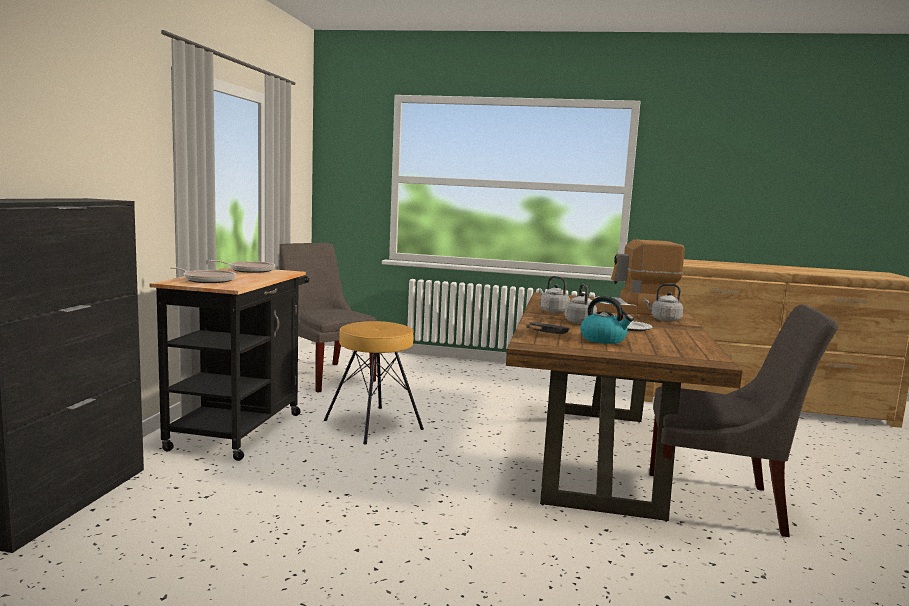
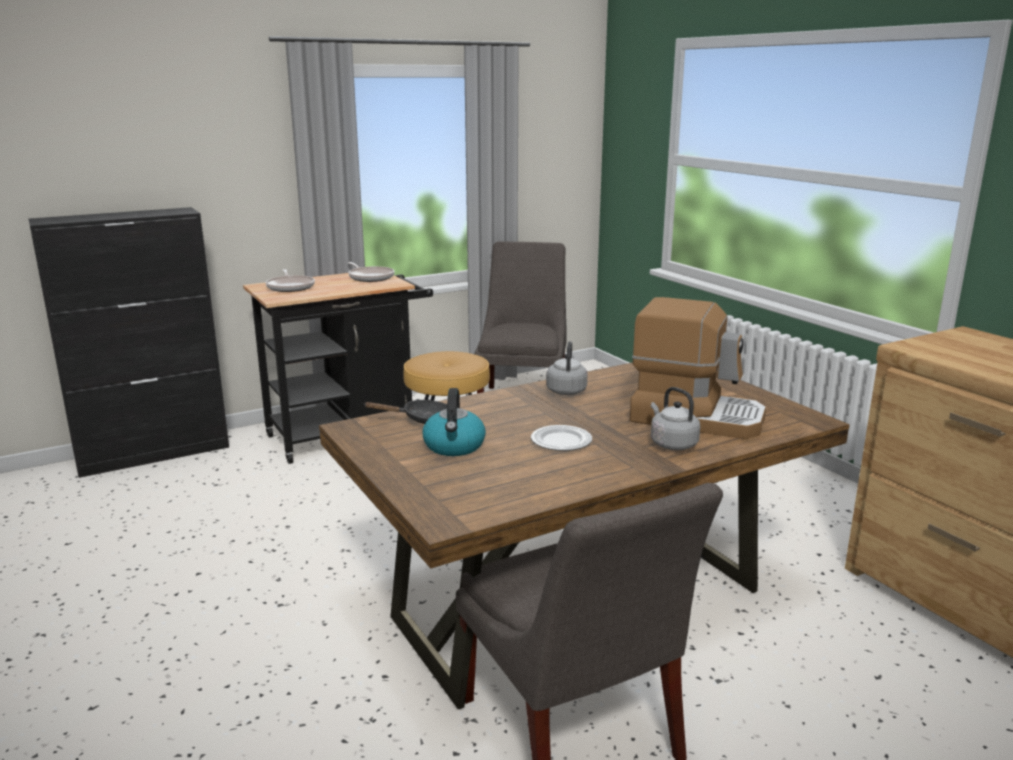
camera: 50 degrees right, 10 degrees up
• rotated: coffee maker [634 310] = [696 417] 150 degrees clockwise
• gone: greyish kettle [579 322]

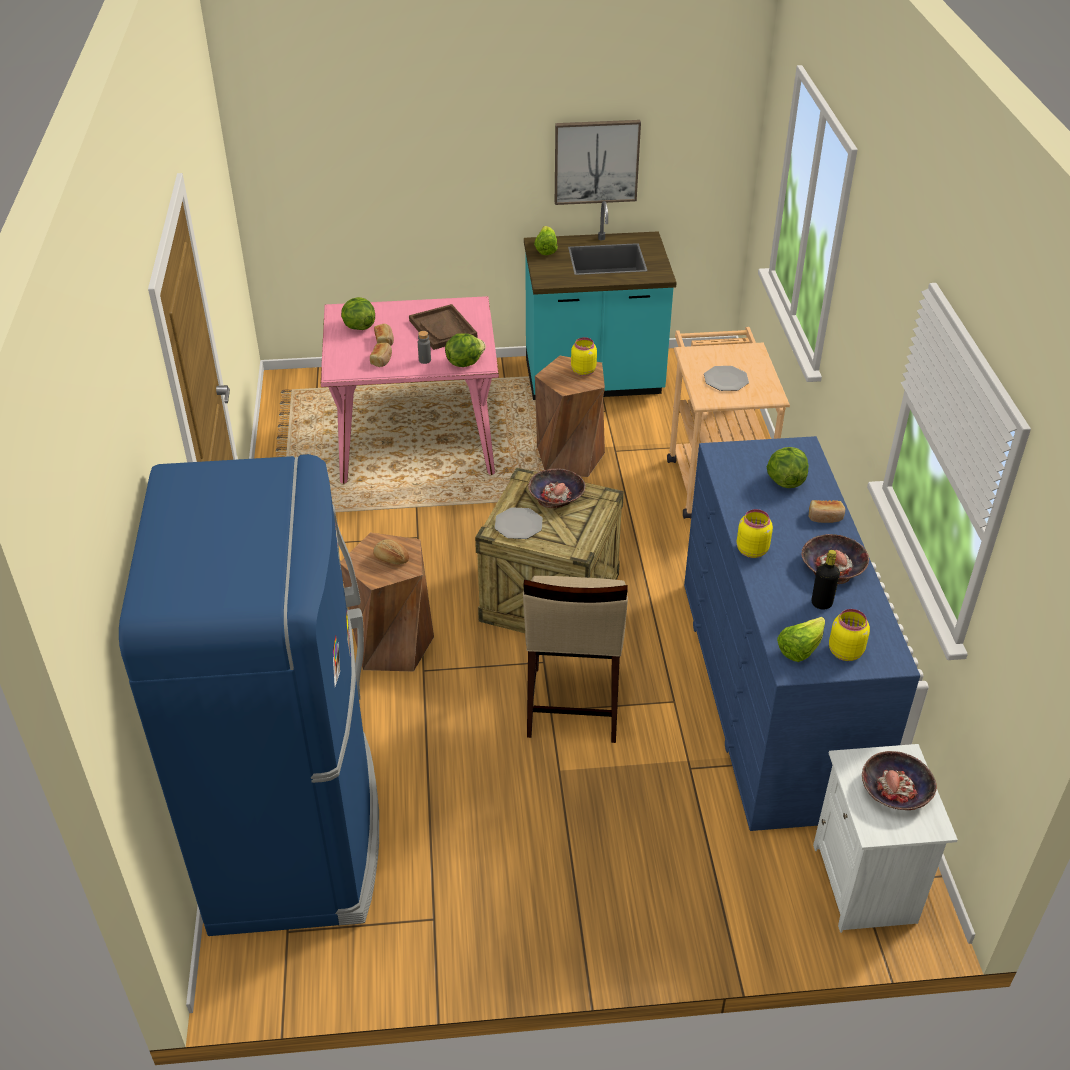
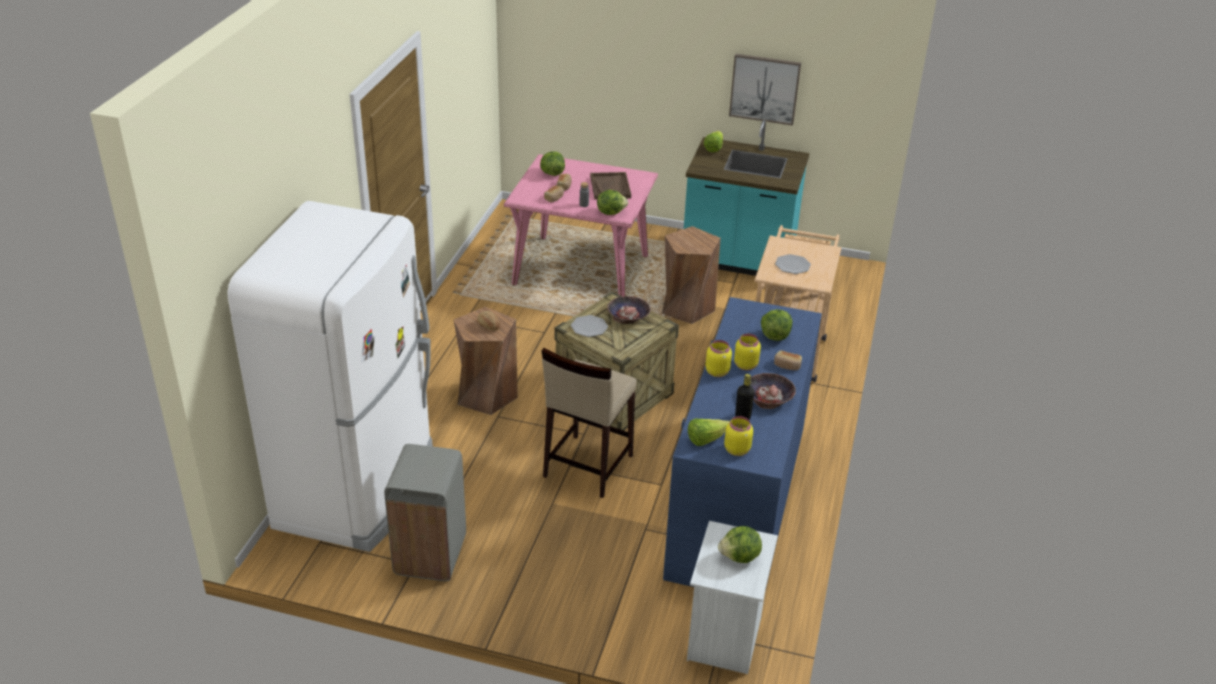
camera: 20 degrees right, 5 degrees down
• shifted: yellowish storage jar [583 370] to [746 365]
• repainted: blue kitchen fridge [297 832] to whitish kitchen fridge [358 487]
• swapped: bowl [896 790] to head of lettuce [740 557]
• new: greyish waste bin [431 555]

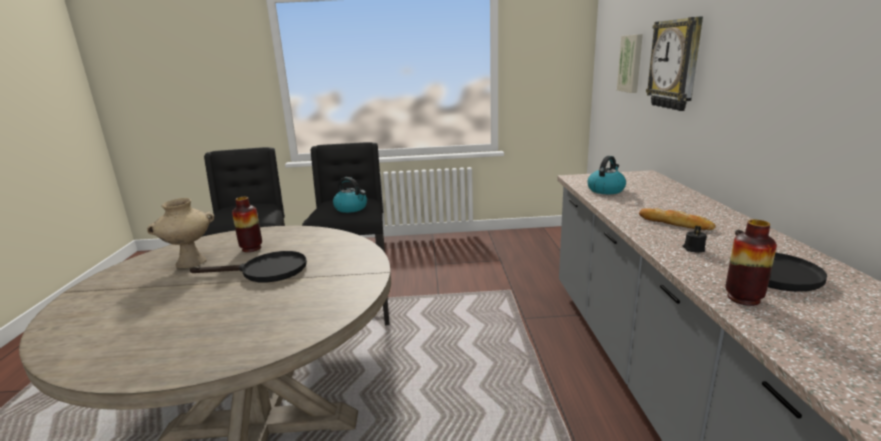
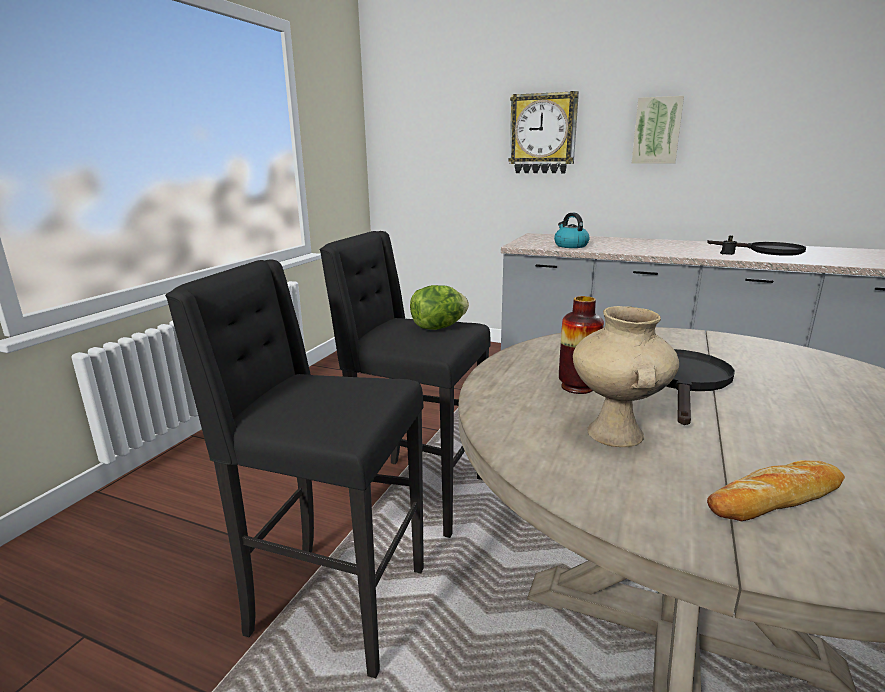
camera: 65 degrees left, 0 degrees up
• shifted: picture [631 63] to [657 130]
• swapped: kettle [351 208] to head of lettuce [438 327]
• shifted: baked bread [675 223] to [776 497]
• gone: flower vase [743 298]

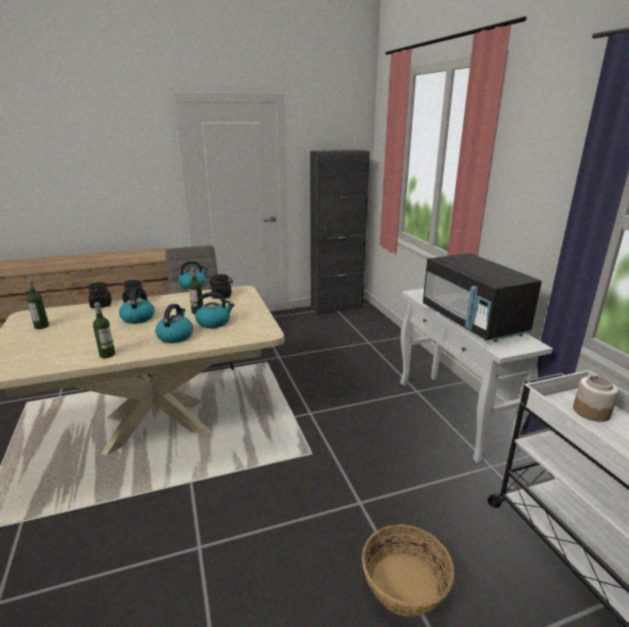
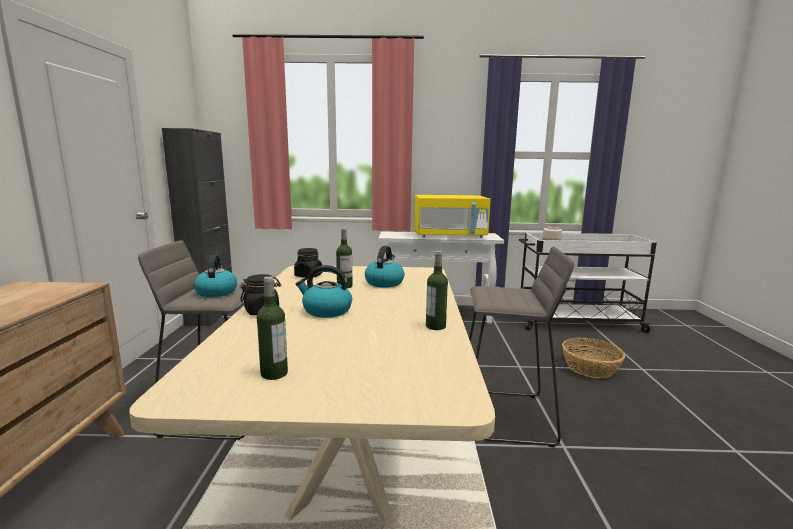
camera: 70 degrees left, 10 degrees down
• repainted: blackish microwave oven [472 321] to yellowish microwave oven [449 236]
• gone: blackish storage jar [101 305]
• gone: kettle [175 336]
• new: greyish stool [505 416]

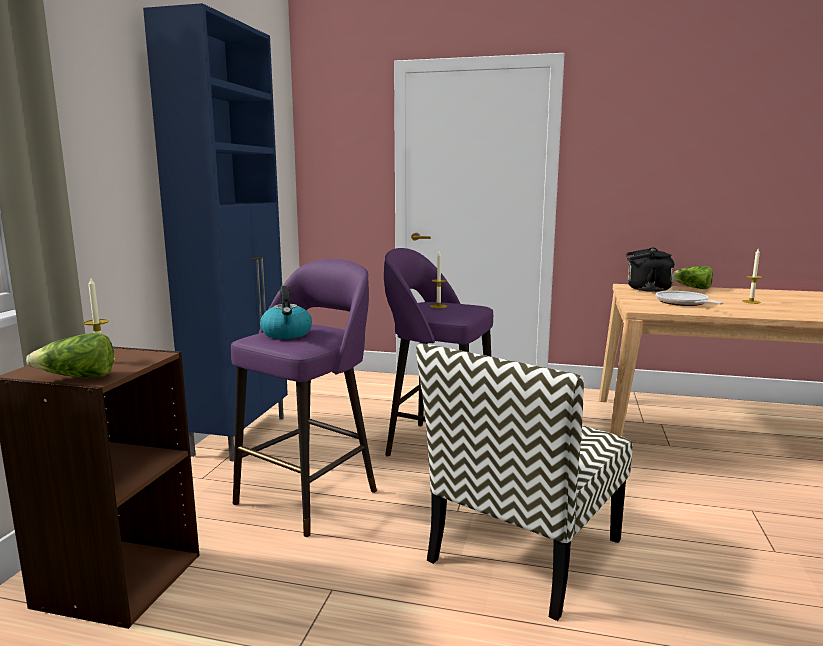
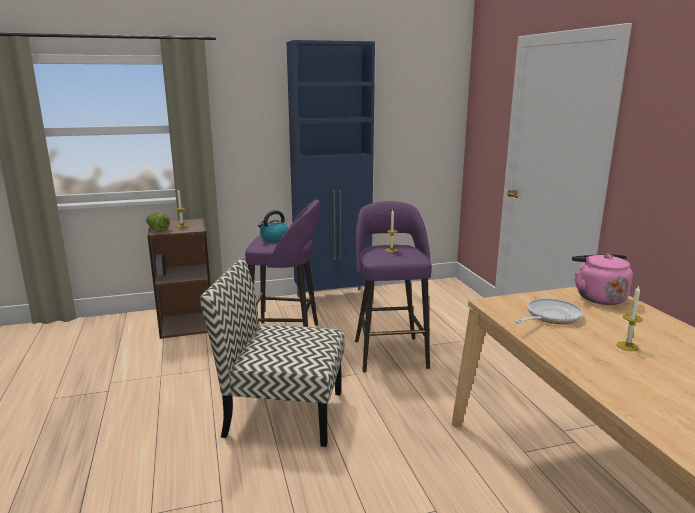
camera: 60 degrees right, 5 degrees up
• repainted: blackish kettle [645 289] to pink-coloured kettle [598 297]
• gone: head of lettuce [692 288]

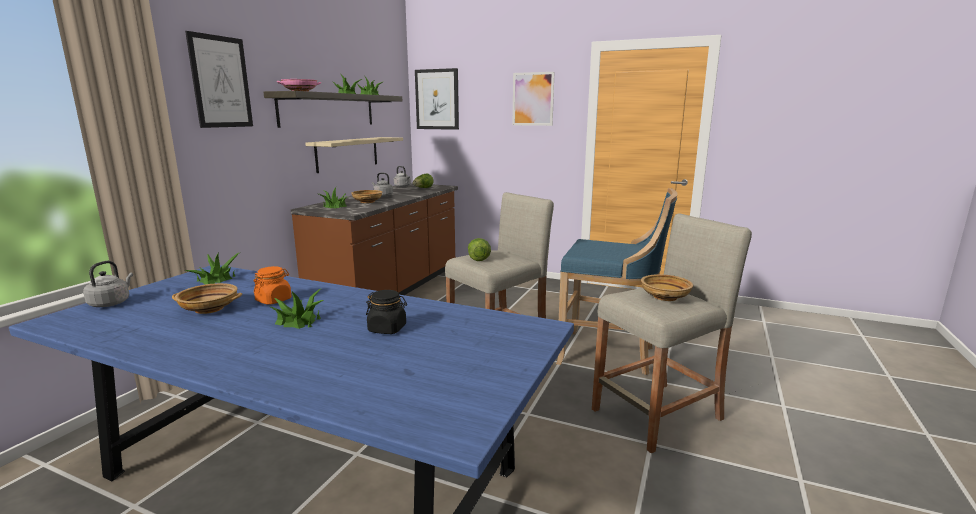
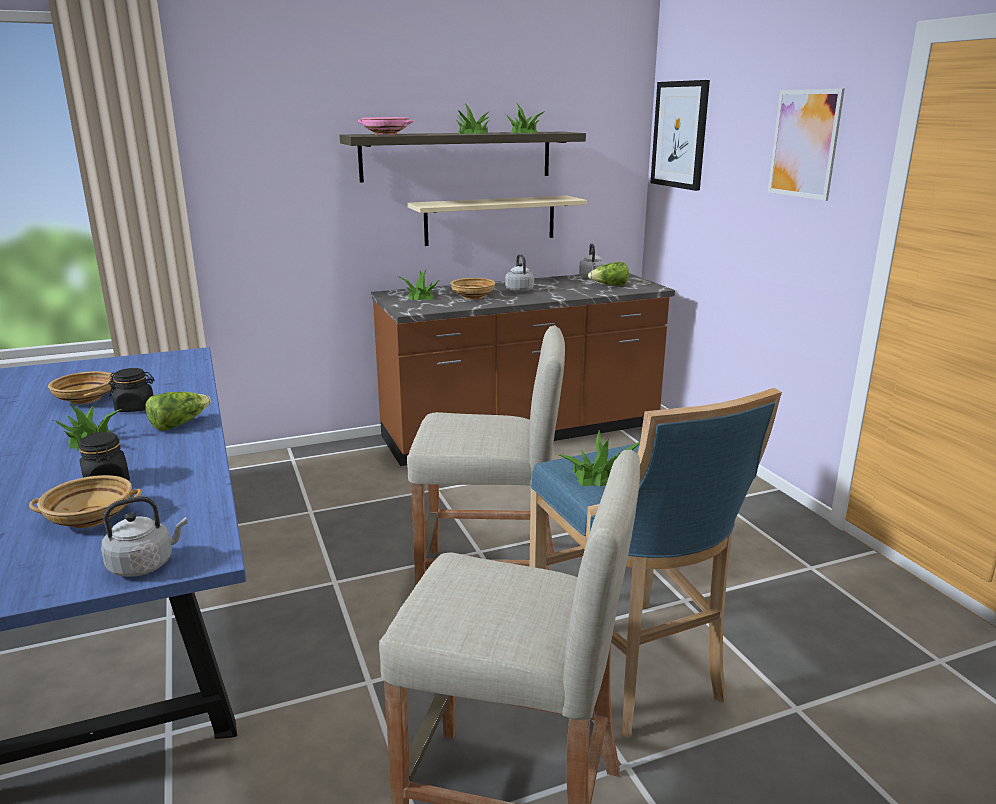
camera: 45 degrees right, 5 degrees up
• gone: picture [221 82]
• shifted: head of lettuce [478 258] to [179 424]
• shifted: plant in a pot [216 279] to [599 476]
• shifted: greyish kettle [111 303] to [145 565]
• repainted: orange storage jar [274 300] to blackish storage jar [135 407]
• shifted: beige-coloured bowl [665 297] to [89 518]

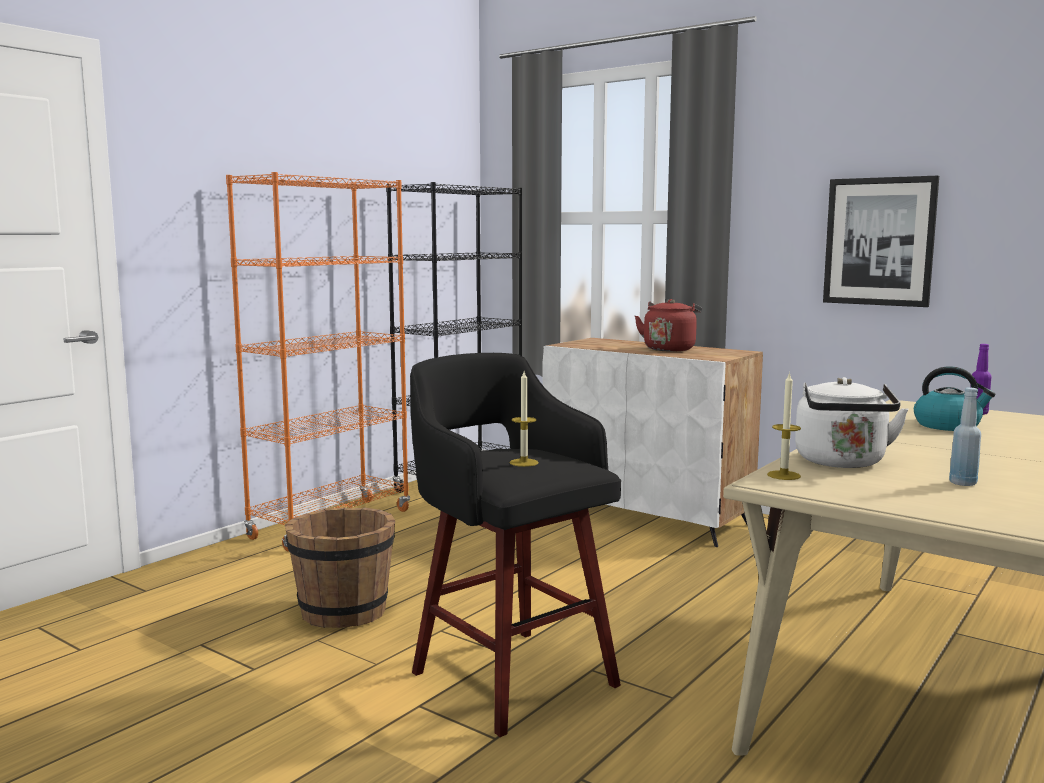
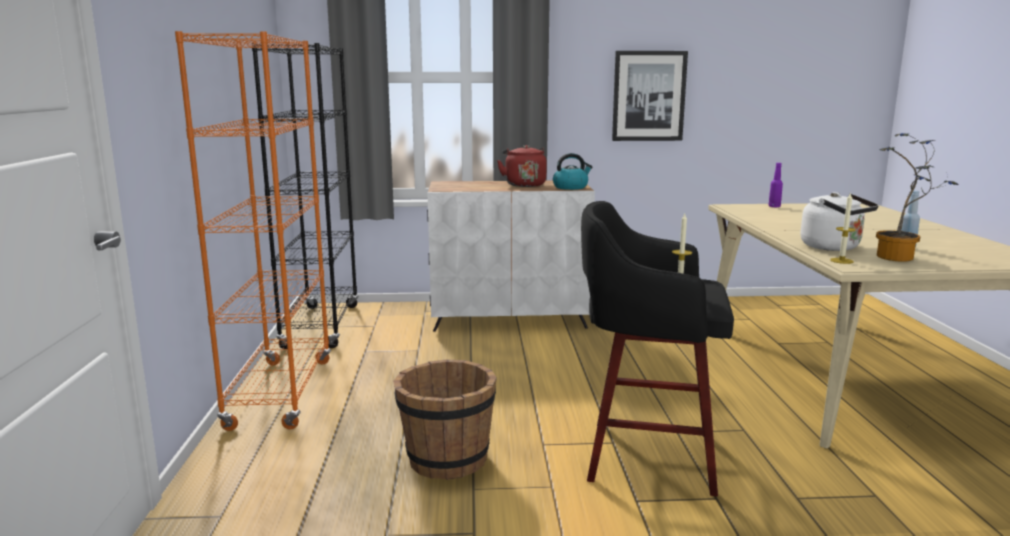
camera: 40 degrees left, 5 degrees up
• shifted: kettle [948 425] to [571 187]
• new: plant in a pot [900 258]

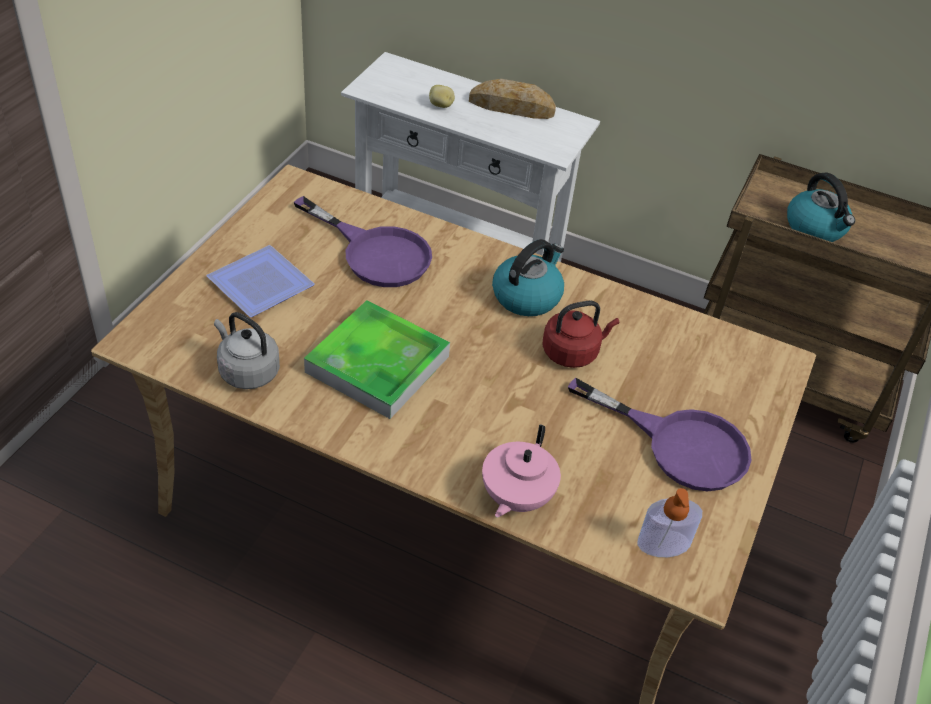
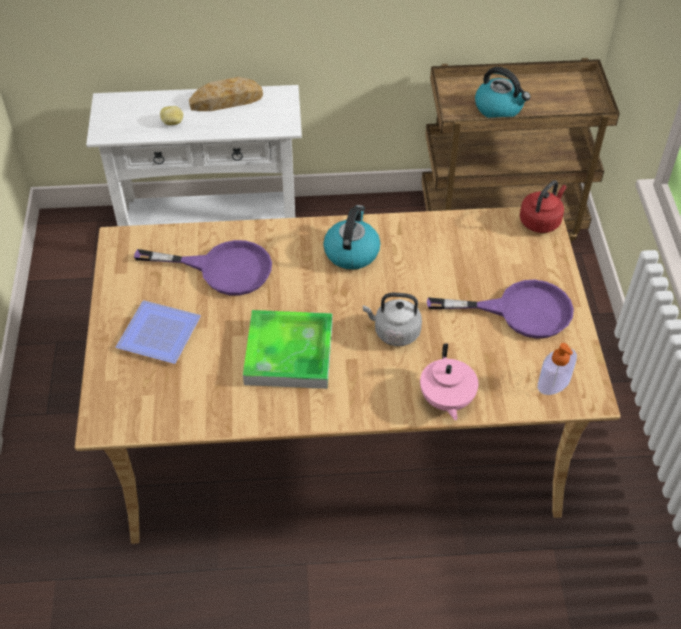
camera: 25 degrees left, 5 degrees up
• shifted: red-coloured kettle [573 352] to [541 221]
• shifted: greyish kettle [247 371] to [394 332]

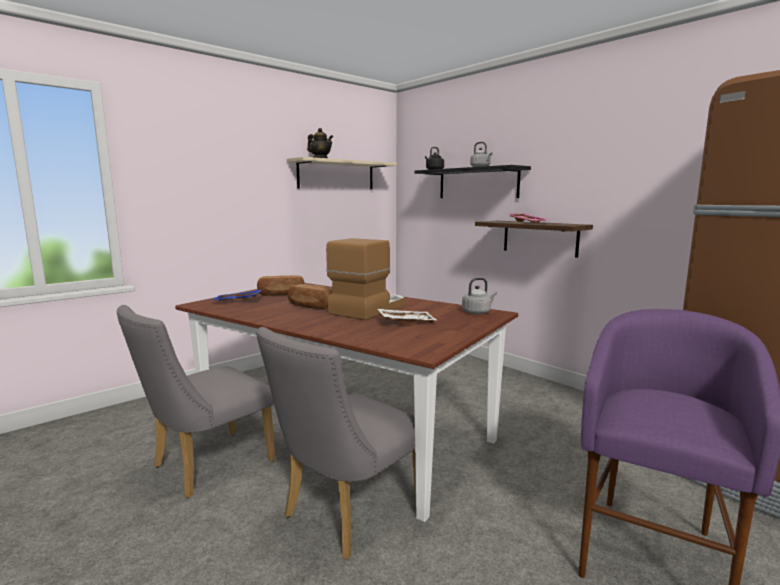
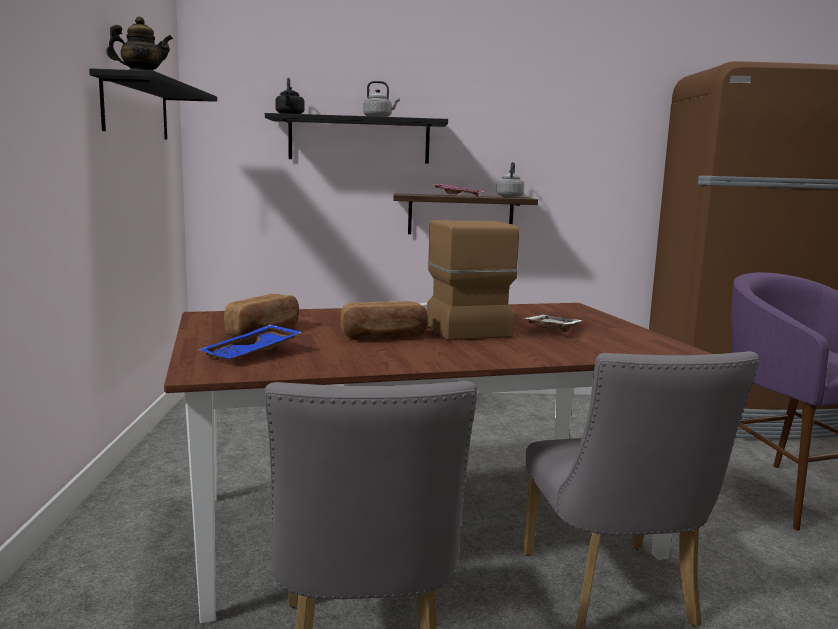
camera: 50 degrees left, 0 degrees up
• repainted: beige-coloured bracket shelf [336 175] to blackish bracket shelf [136 109]
• shifted: greyish kettle [477 312] to [510 197]

